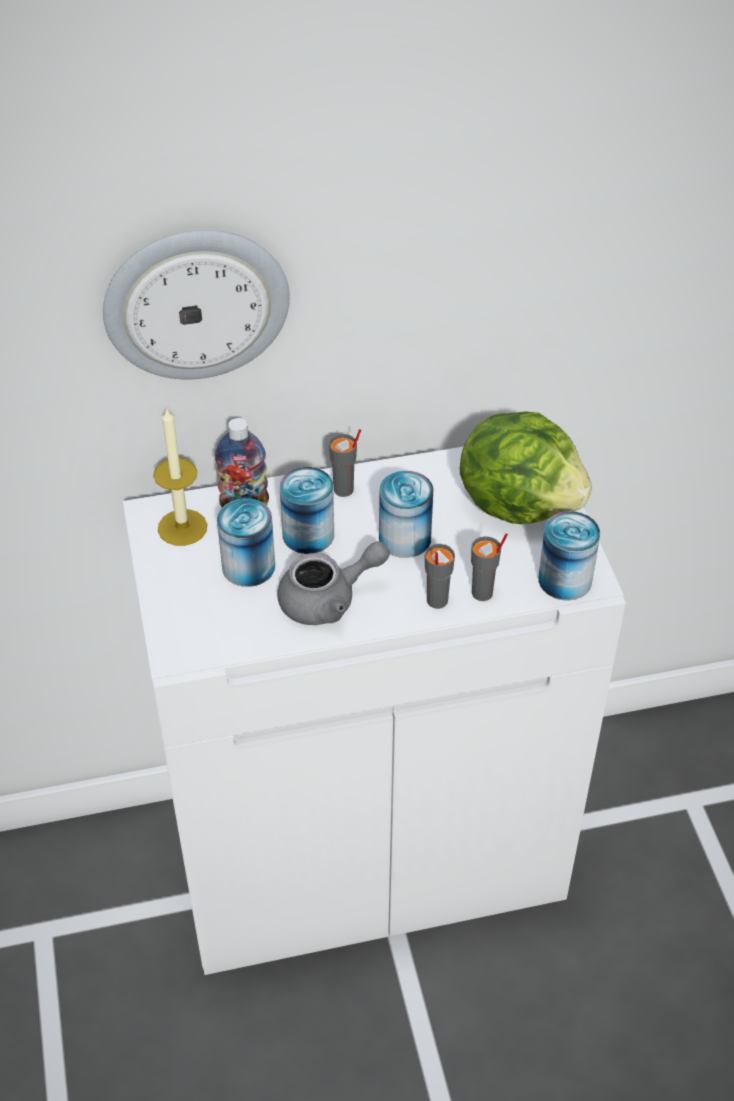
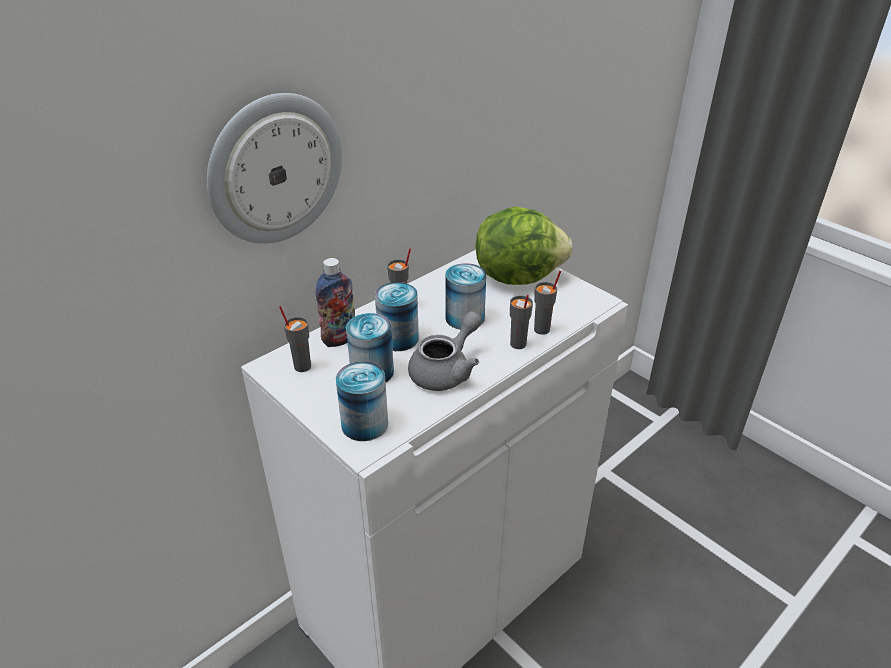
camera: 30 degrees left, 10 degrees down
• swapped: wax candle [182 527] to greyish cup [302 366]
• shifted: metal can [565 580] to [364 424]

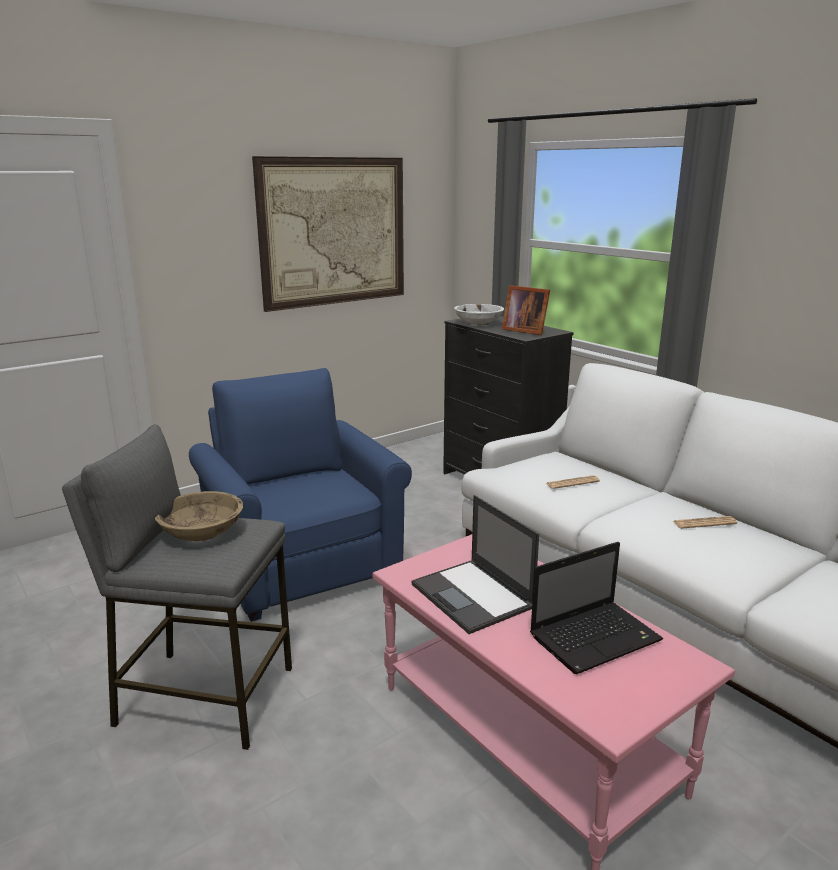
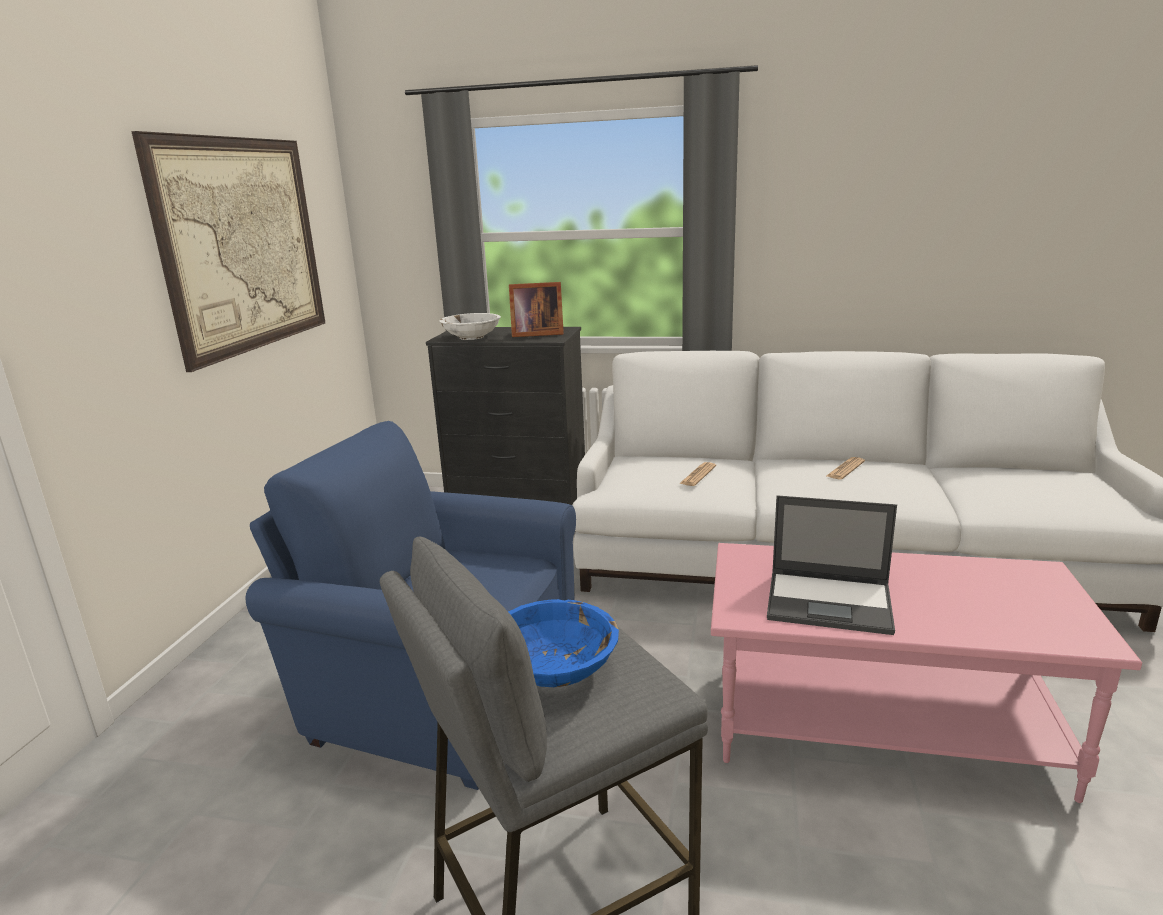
camera: 40 degrees left, 0 degrees up
• repainted: beige-coloured bowl [202 533] to blue bowl [555 669]
• gone: portable computer [596 637]

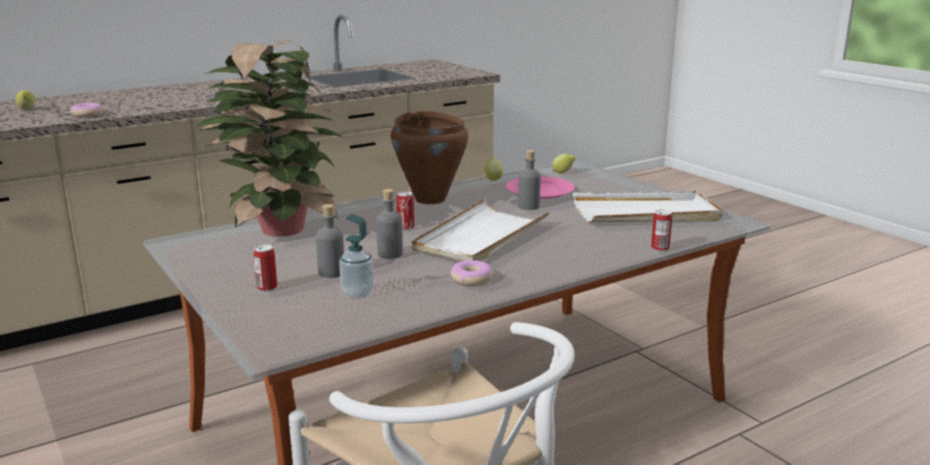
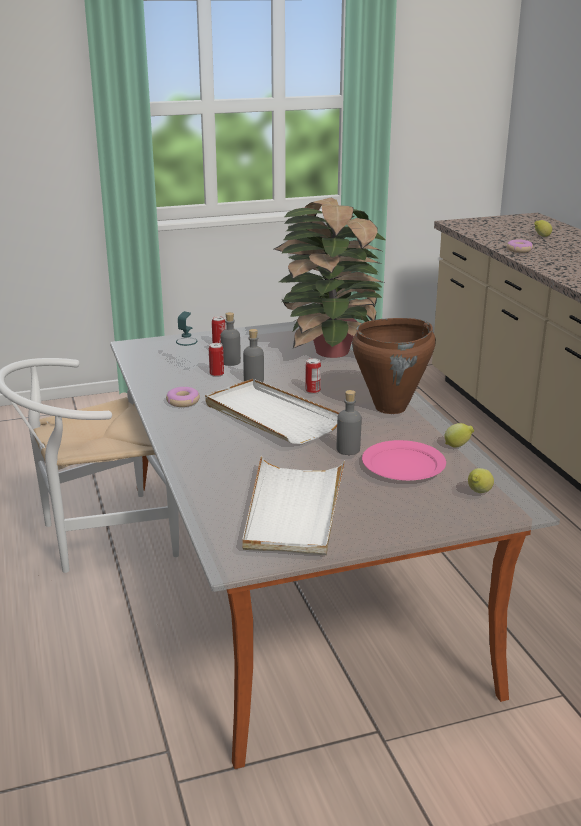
camera: 105 degrees right, 5 degrees up
• shifted: metal can [660 248] to [217 374]

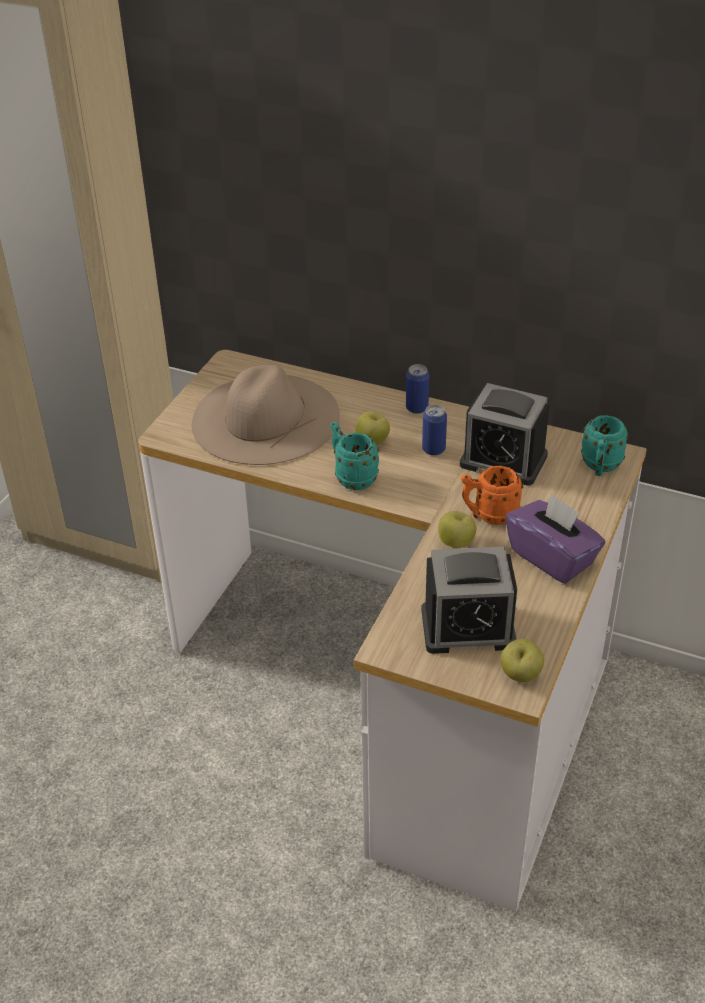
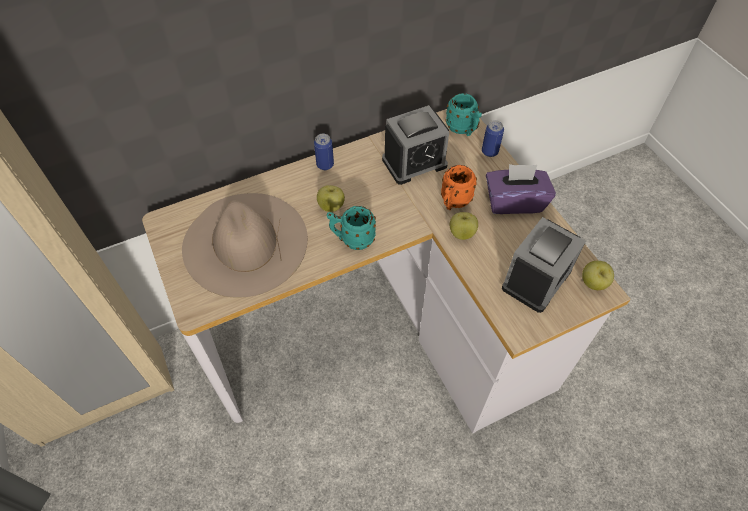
camera: 50 degrees left, 15 degrees up
• shifted: metal can [433 449] to [489 151]

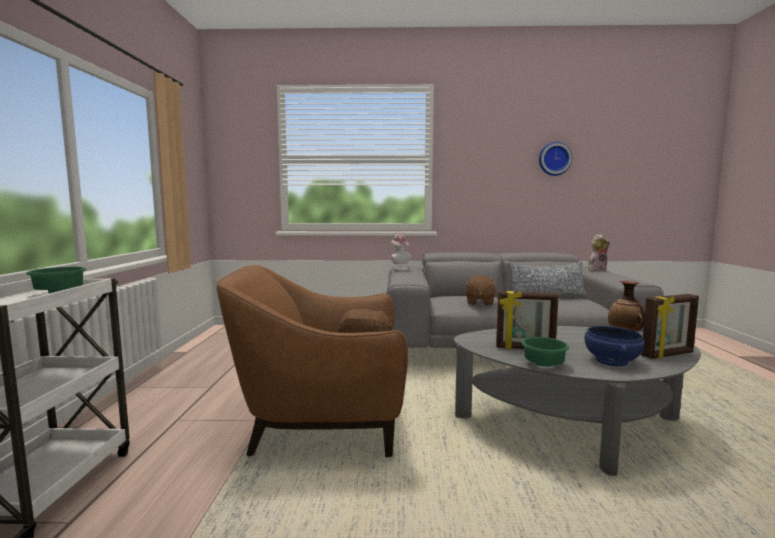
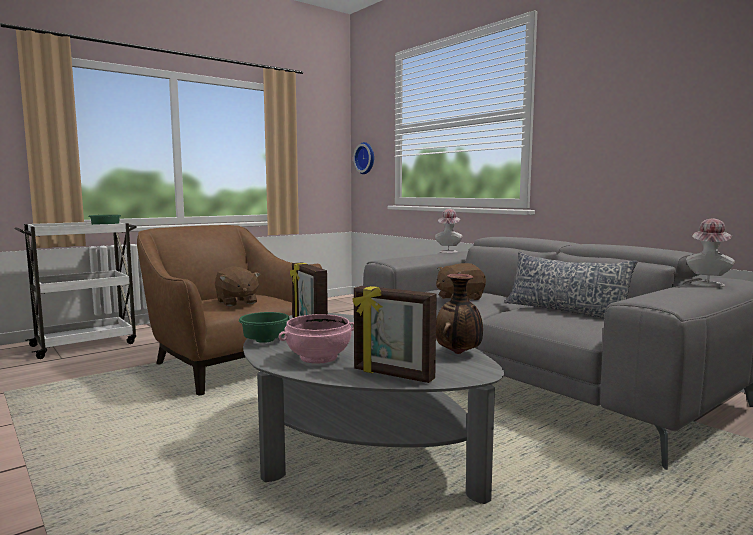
camera: 50 degrees right, 0 degrees up
• shifted: clock on the wall [554 159] to [366 158]
• swapped: cuddly toy [597 270] to clothing hat [707 284]
• repainted: blue bowl [611 361] to pink-coloured bowl [318 357]

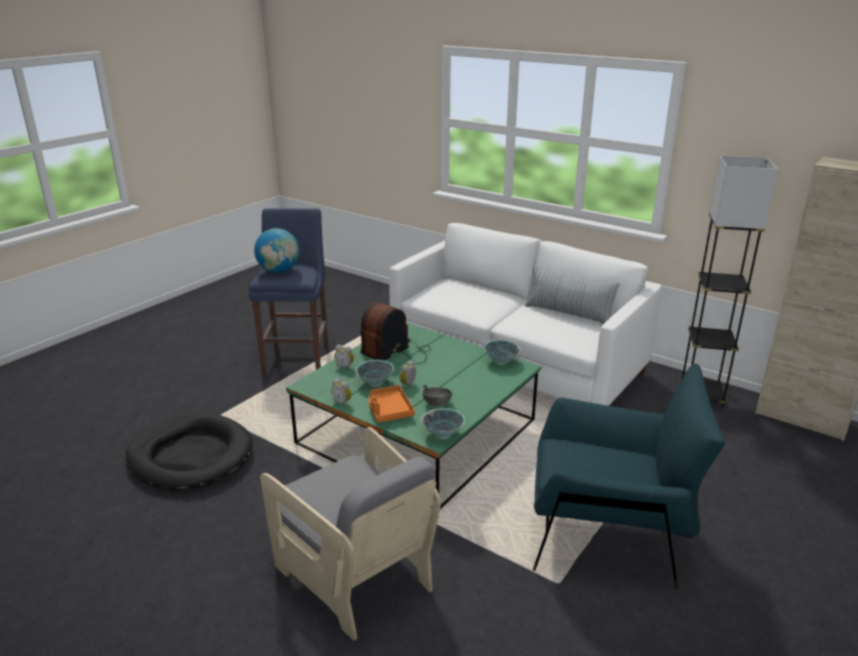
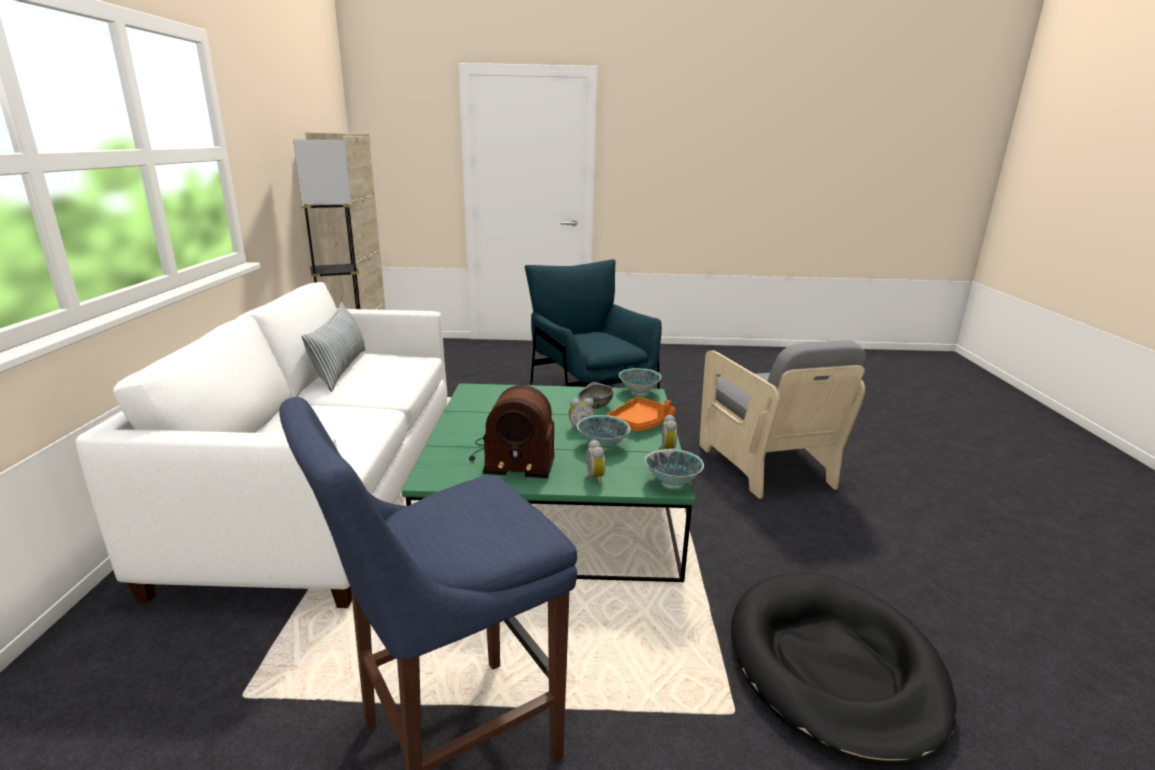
camera: 125 degrees left, 5 degrees down
• gone: desk globe [279 271]
• shifted: bowl [501 361] to [672 484]
• rotated: greyish armchair [355 575] = [767 465] 150 degrees clockwise

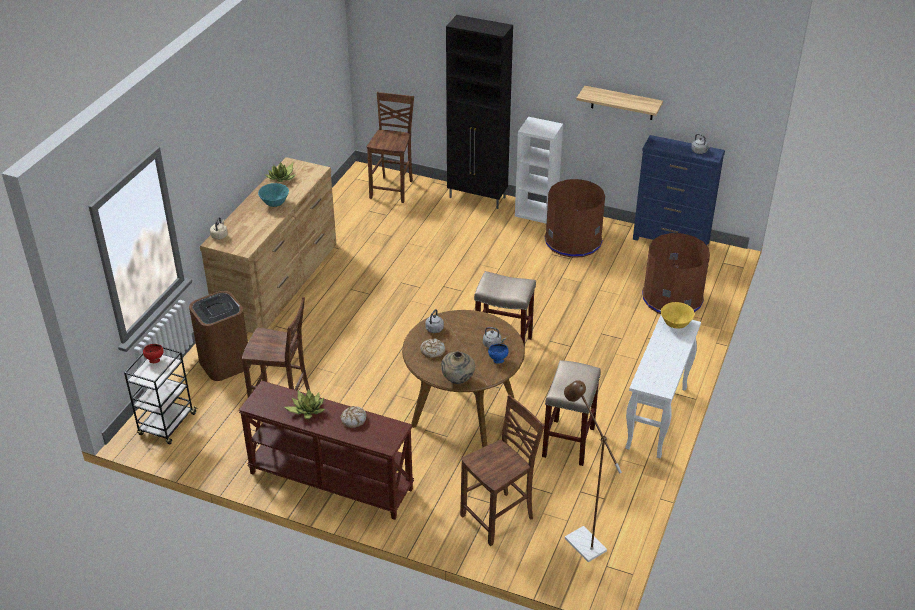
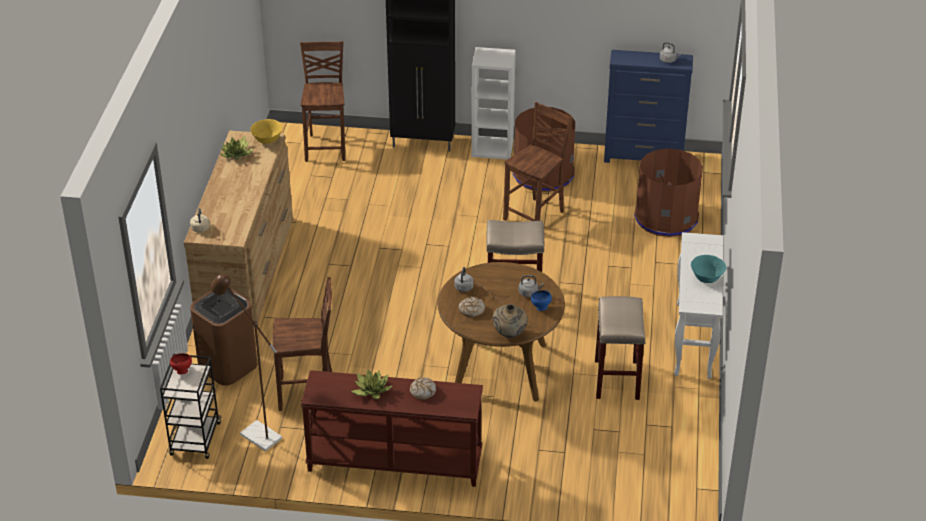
camera: 15 degrees left, 0 degrees up
• gone: bracket shelf [622 103]
• shifted: blue-green bowl [275 203] to [706 278]
• shifted: yellowish bowl [675 325] to [267 141]
• shifted: brown standard lamp [580 539] to [255 433]
• shifted: brown upright chair [499 518] to [536 216]

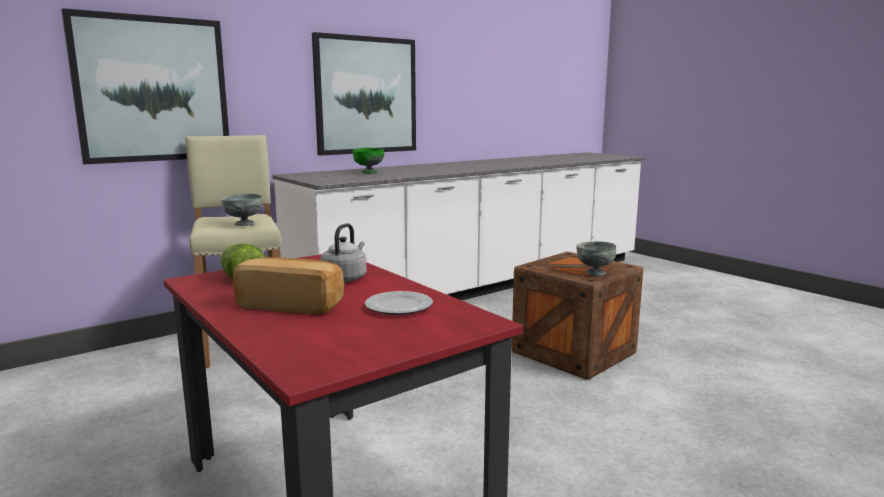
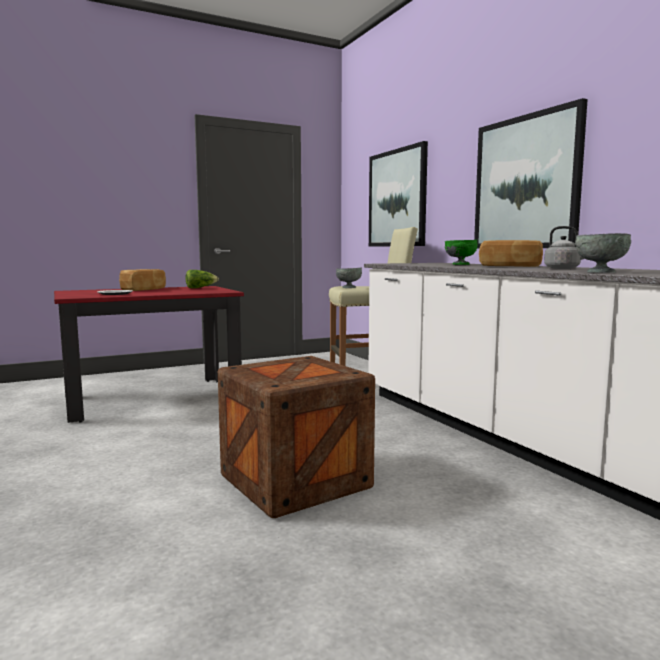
camera: 100 degrees right, 5 degrees down
• shifted: greyish kettle [345 278] to [564 268]
• shifted: greyish bowl [594 273] to [600 272]
• new: baked bread [510 266]

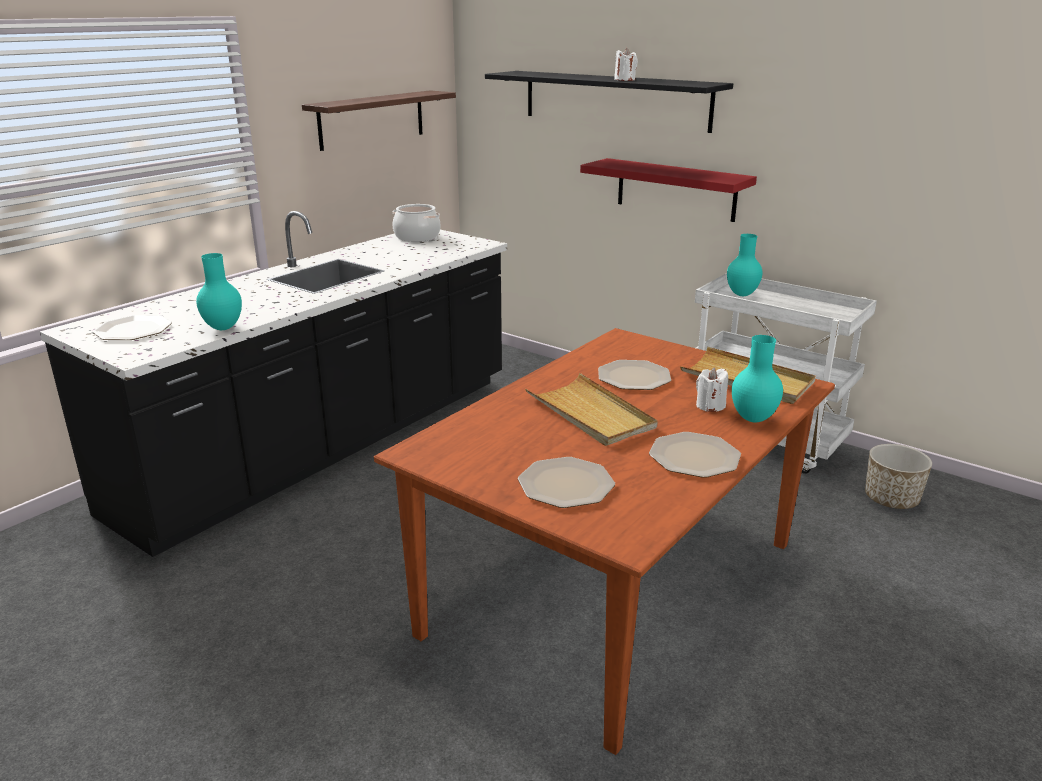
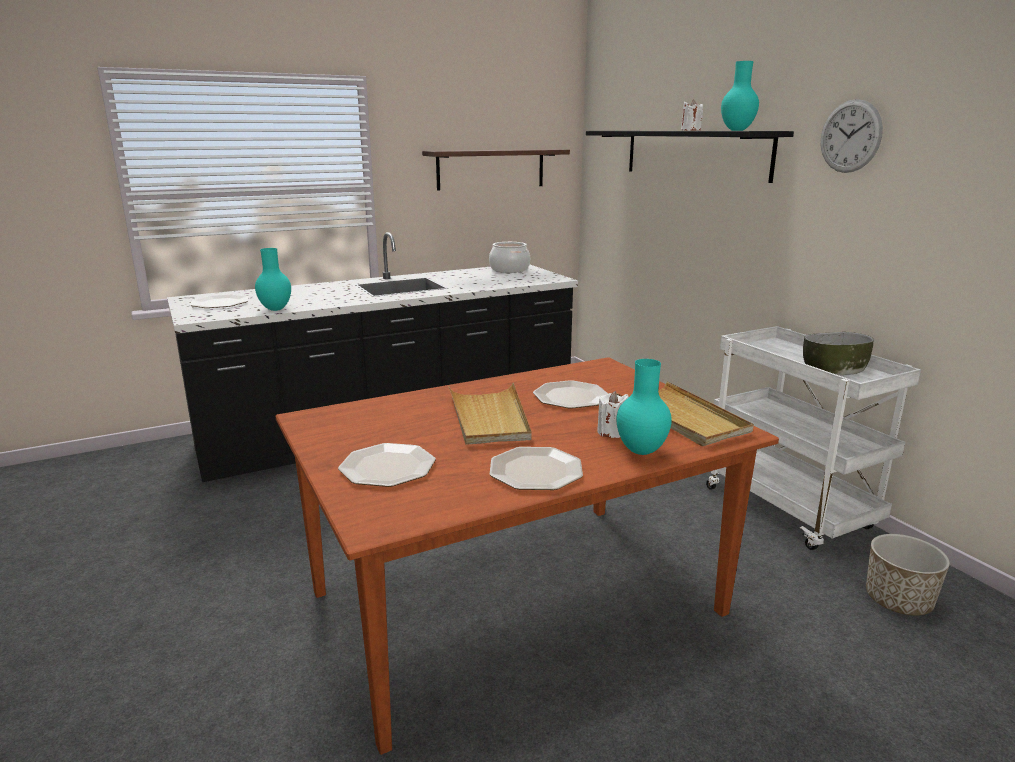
camera: 25 degrees right, 5 degrees down
• gone: red-coloured bracket shelf [676 189]
• shifted: blue-green flower vase [742 294] to [738 130]
• new: clock on the wall [850 136]
• new: bowl [833 369]

